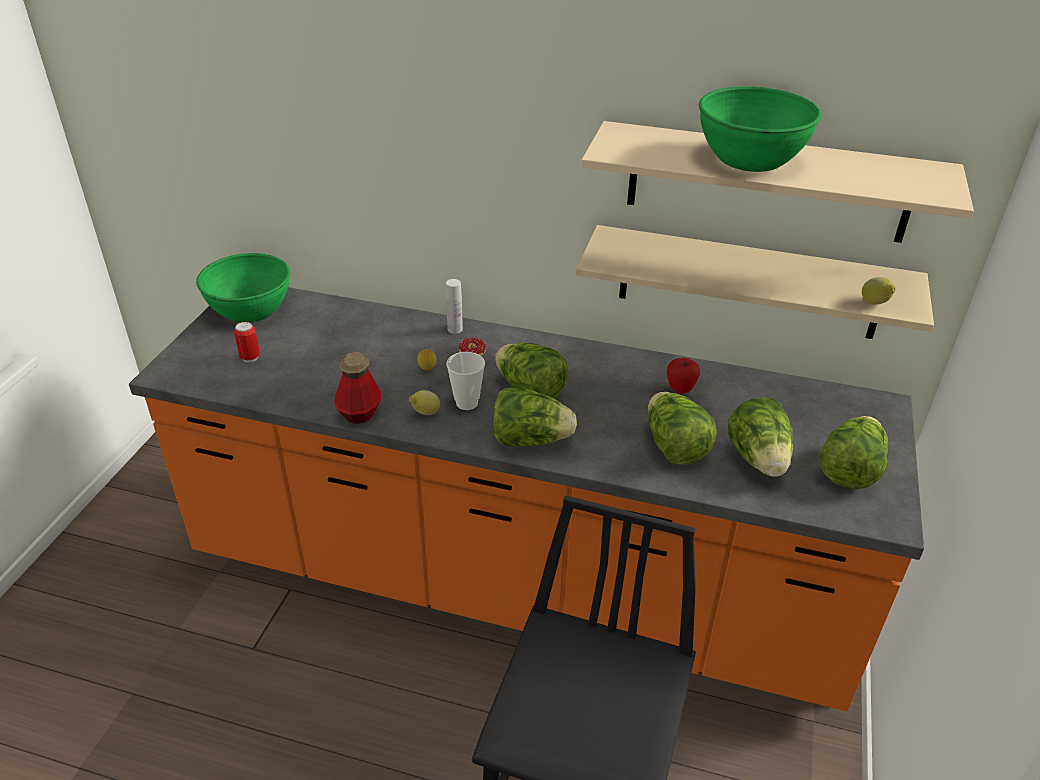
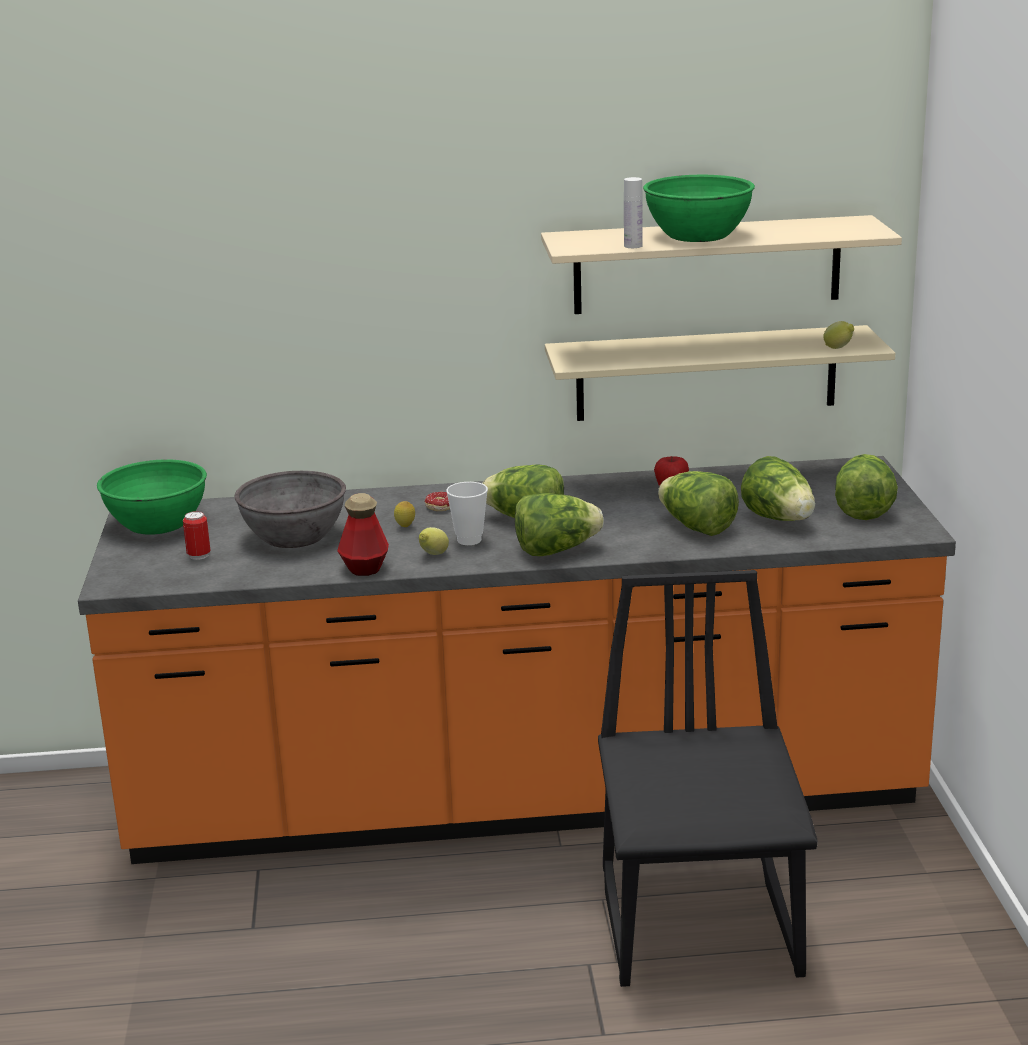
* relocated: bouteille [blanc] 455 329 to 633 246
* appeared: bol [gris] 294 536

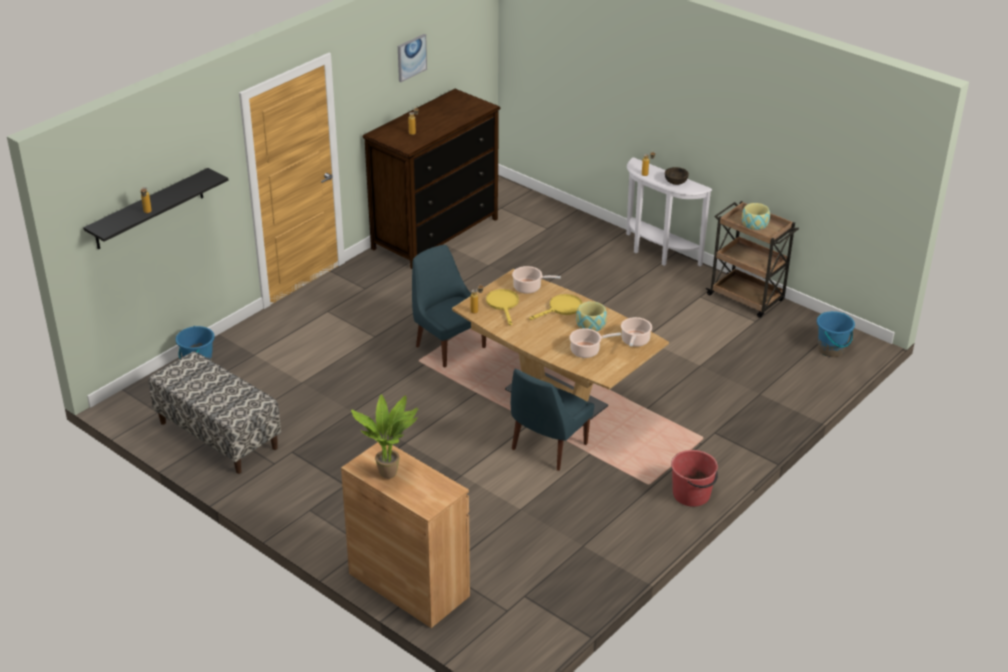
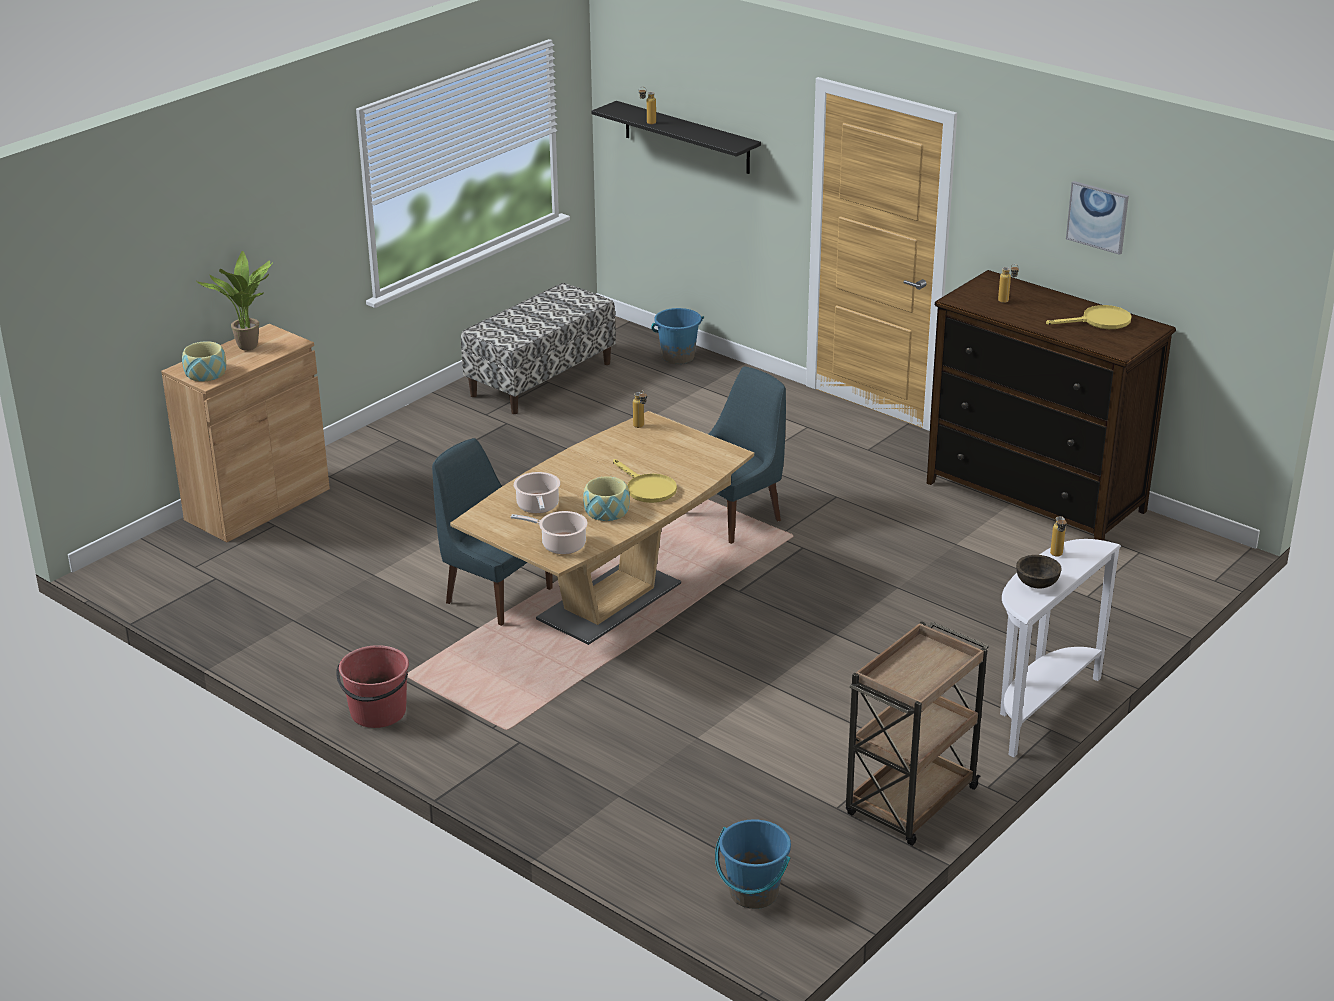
* relocated: poêle [jaune] 503 304 to 1099 321
* missing: marmite 529 288
* relocated: bol 755 223 to 206 373

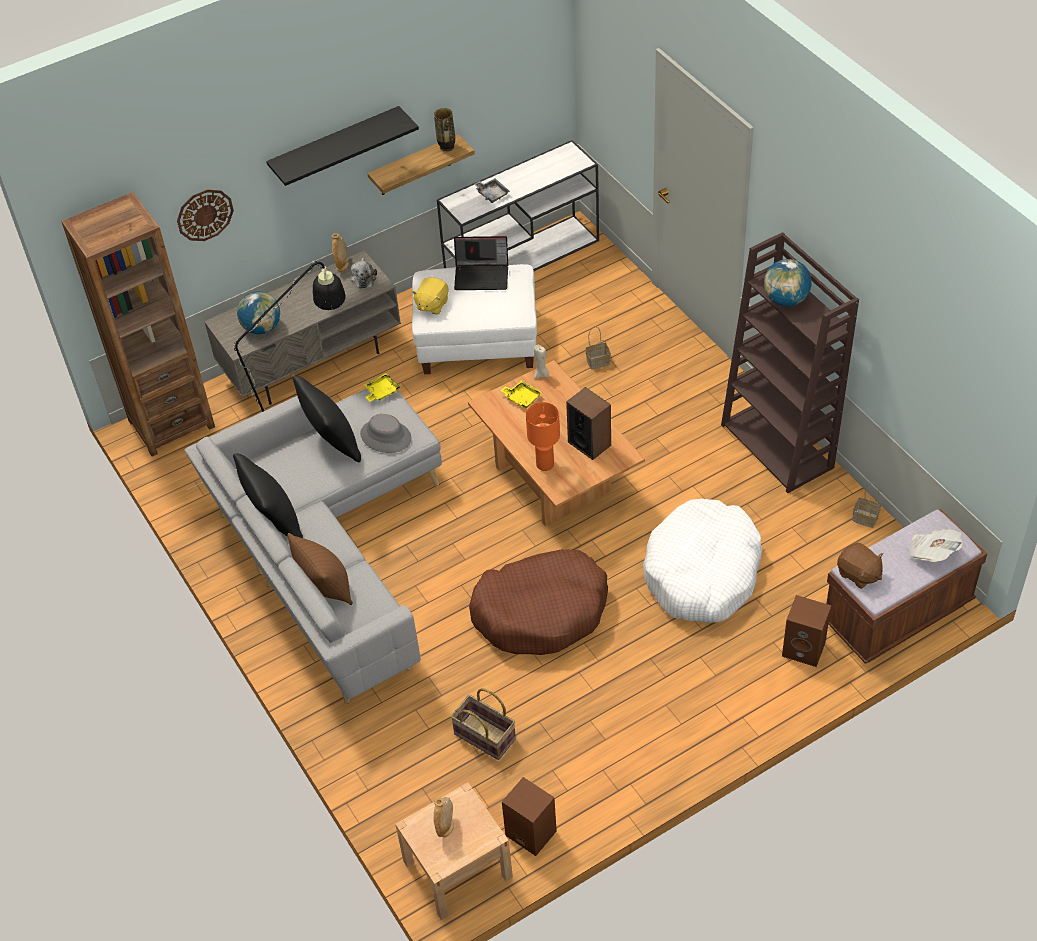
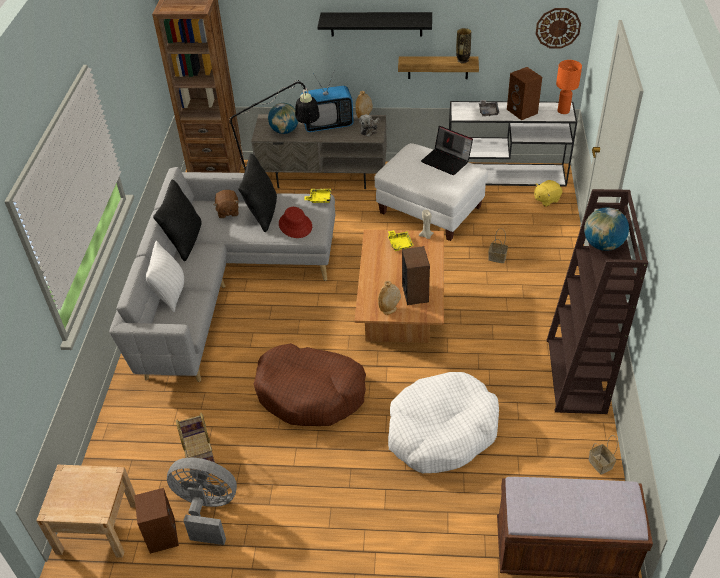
* relocated: horloge murale 204 214 to 558 28
* colour: coussin [marron] 325 587 to coussin [blanc] 170 293
* colour: chapeau [gris] 386 436 to chapeau [rouge] 295 225
* relocated: peluche [jaune] 432 304 to 546 199
* relocated: vase [beige] 445 827 to 389 310
* relocated: lampe de table [orange] 544 465 to 563 111
* relocated: enceinte [marron] 805 649 to 523 111
* relocated: peluche [marron] 858 574 to 228 211
* missing: journal 932 552
* appeared: ventilateur [gris] 207 510
* appeared: téléviseur 328 125

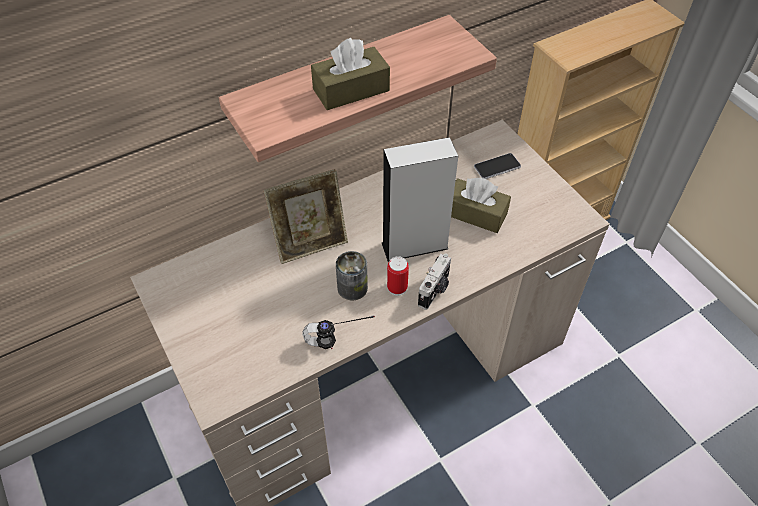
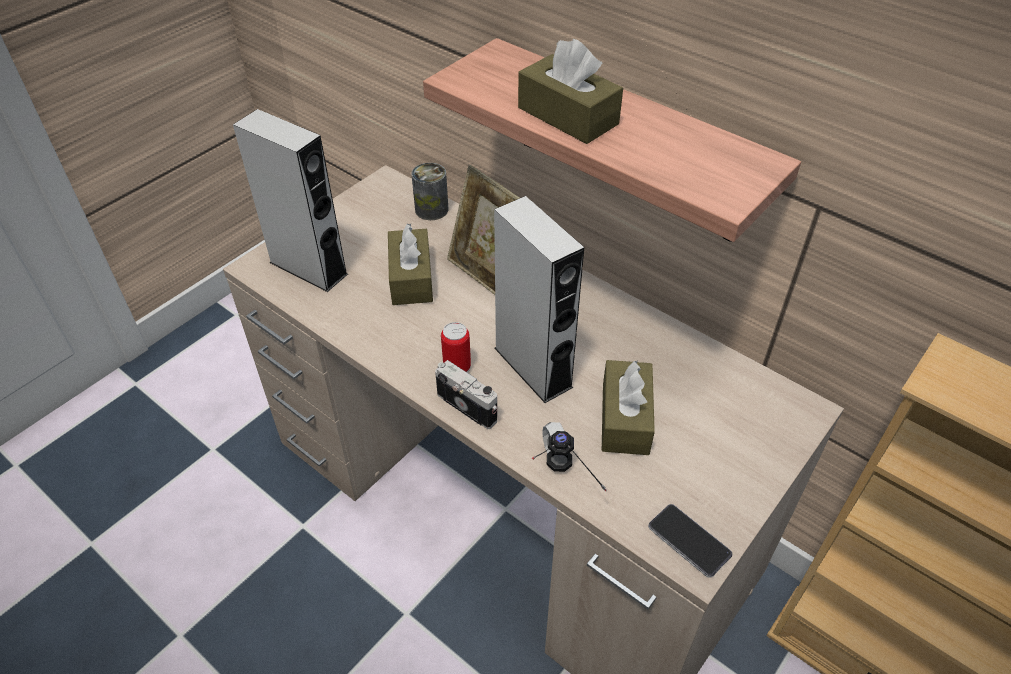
* relocated: casque audio 339 348 to 558 481
* relocated: boîte métallique 352 287 to 431 209
* spun: appareil photo 435 290 = 468 406 150 degrees counterclockwise
* relocated: téléphone 497 167 to 689 541
* appeared: enceinte [gris] 308 268
* appeared: boîte à mouchoirs [marron] 411 278

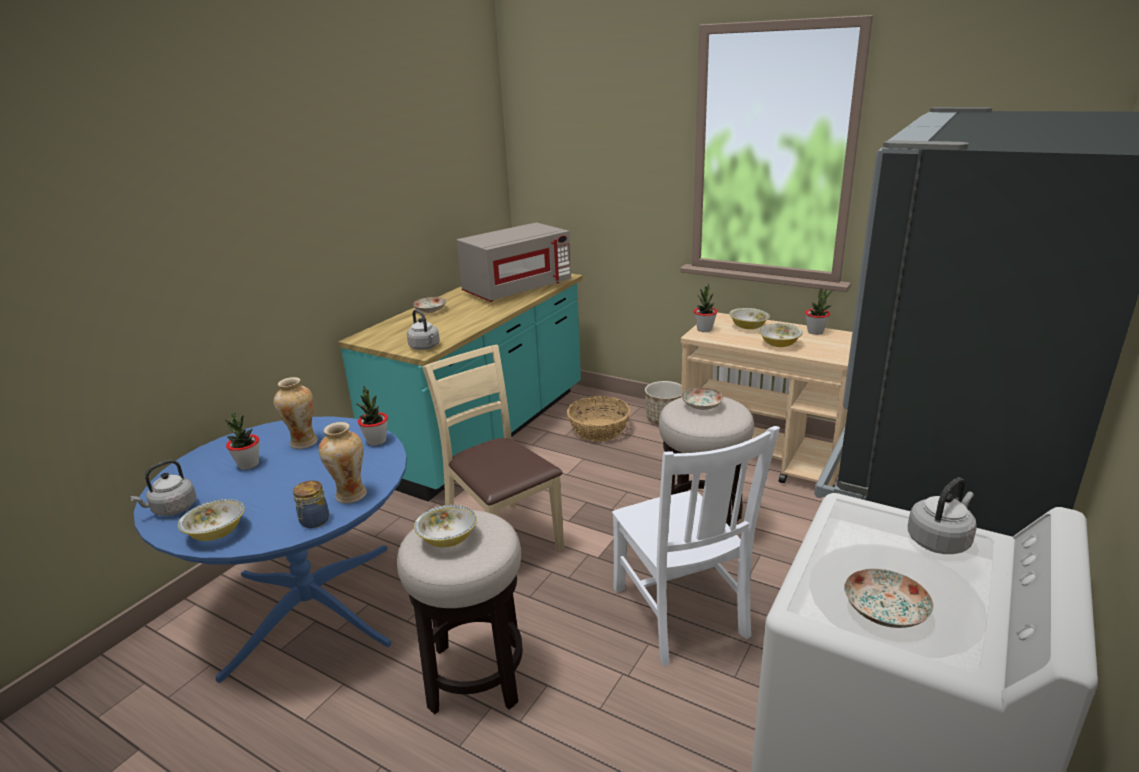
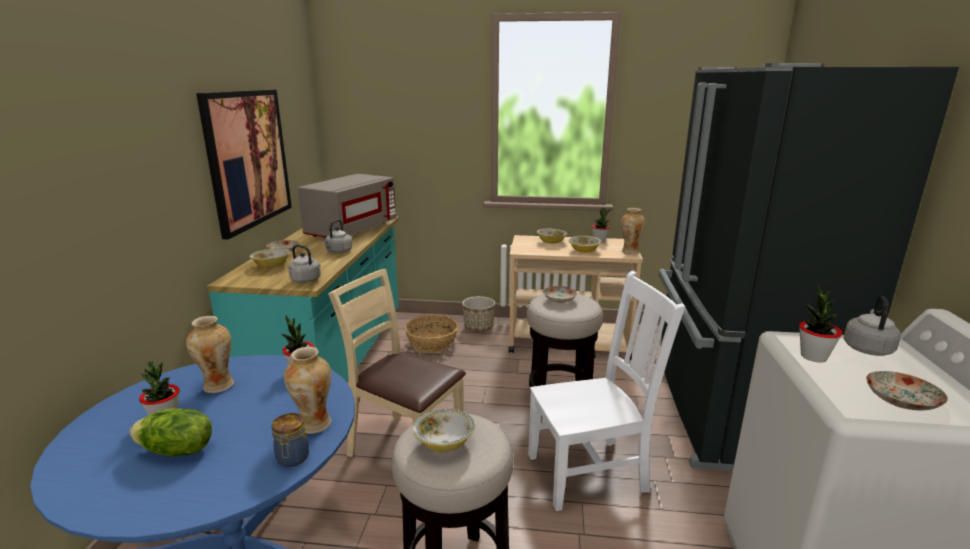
* relocated: bouilloire [gris] 172 509 to 338 252
* relocated: bol 216 533 to 272 266
* spun: chaise [blanc] 681 615 = 590 472 60 degrees counterclockwise
* relocated: plante en pot 704 329 to 813 357
* appeared: laitue 176 451
* appeared: tableau 248 159
* appeared: vase 630 252

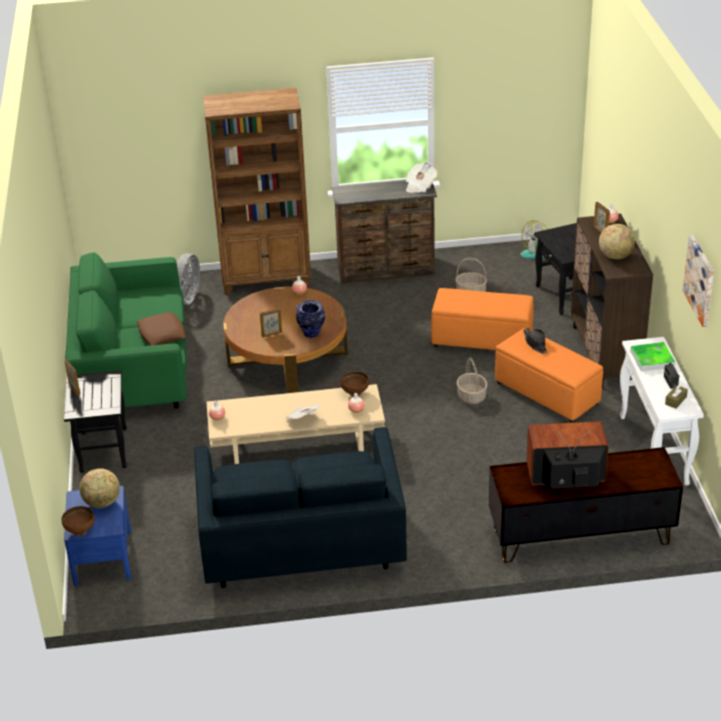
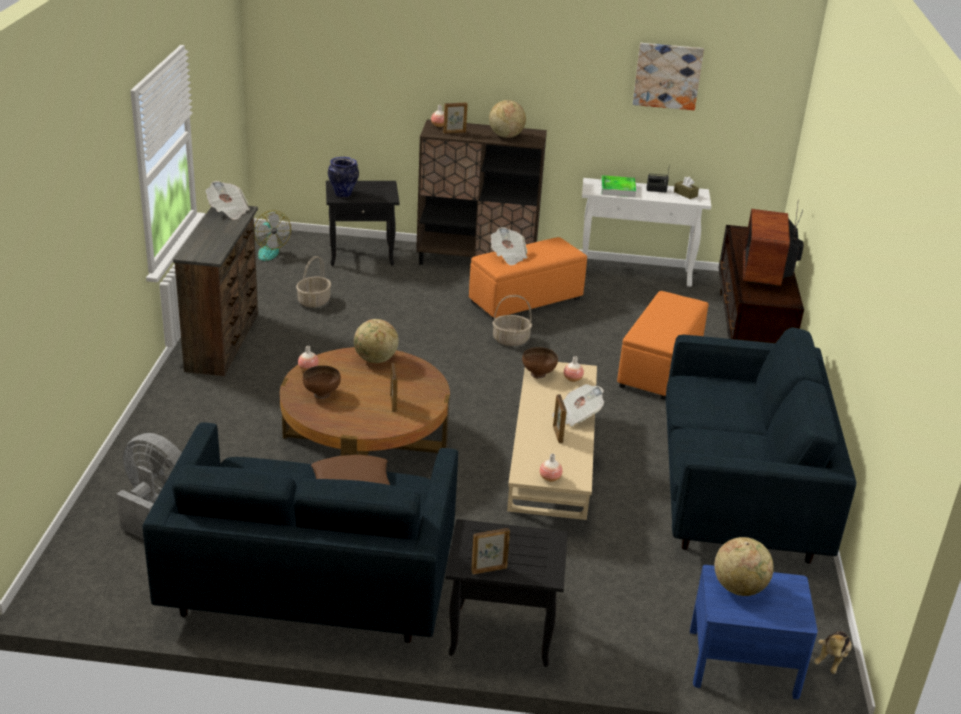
* relocated: bol [marron] 80 531 to 322 394
* colour: canapé [vert] 134 370 to canapé [bleu] 312 581
* missing: bibliothèque [marron] 267 279
* relocated: vase 311 334 to 343 194
* relocated: pouf [orange] 482 340 to 660 367
* exchanged: chapeau [noir] 535 343 to journal 508 256
* appeared: globe 375 360
* appeared: cadre photo 557 435
* appeared: peluche 831 660

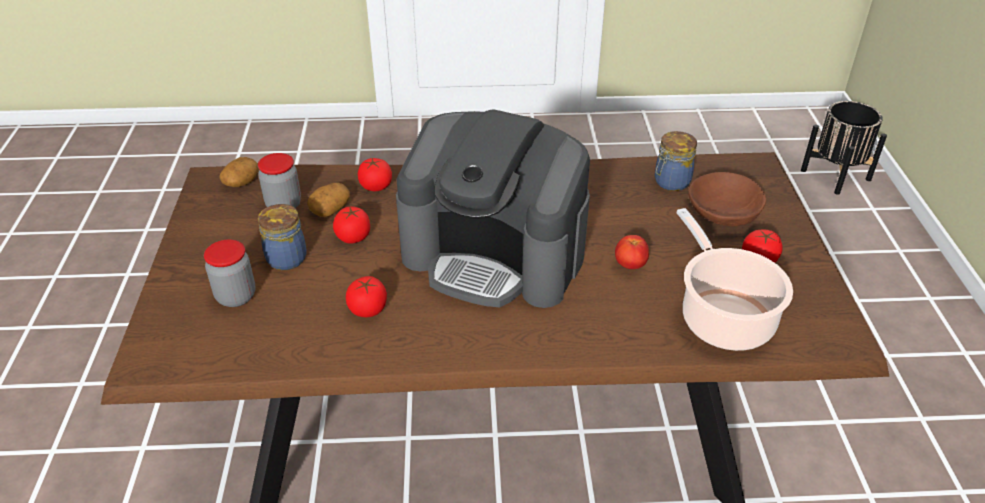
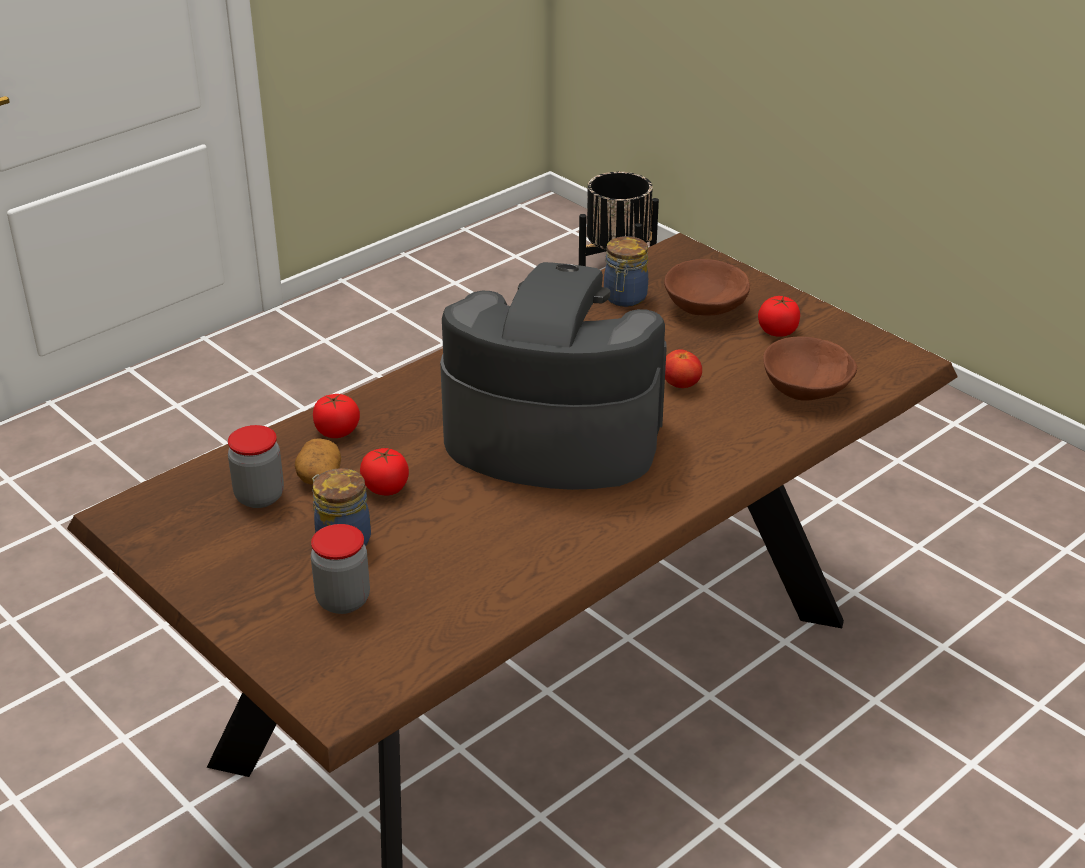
* missing: pomme de terre 241 182
* missing: tomate 368 309
* spun: machine à café 495 255 = 551 435 150 degrees counterclockwise
* exchanged: marmite 723 317 to bol [marron] 805 389

